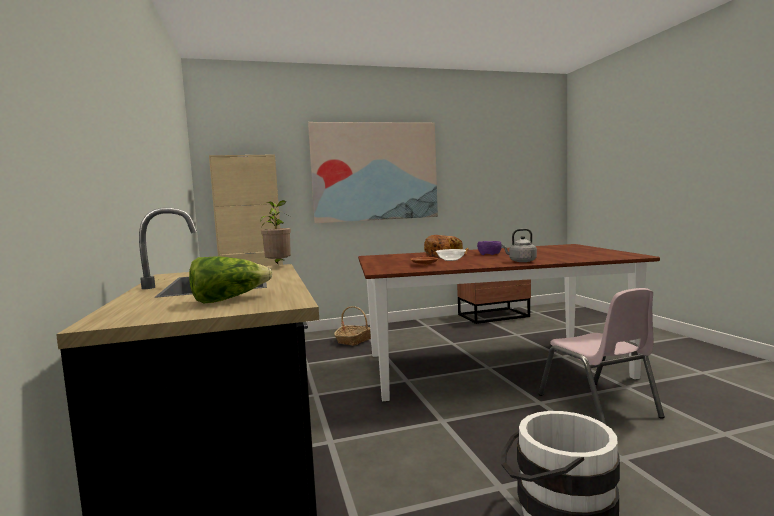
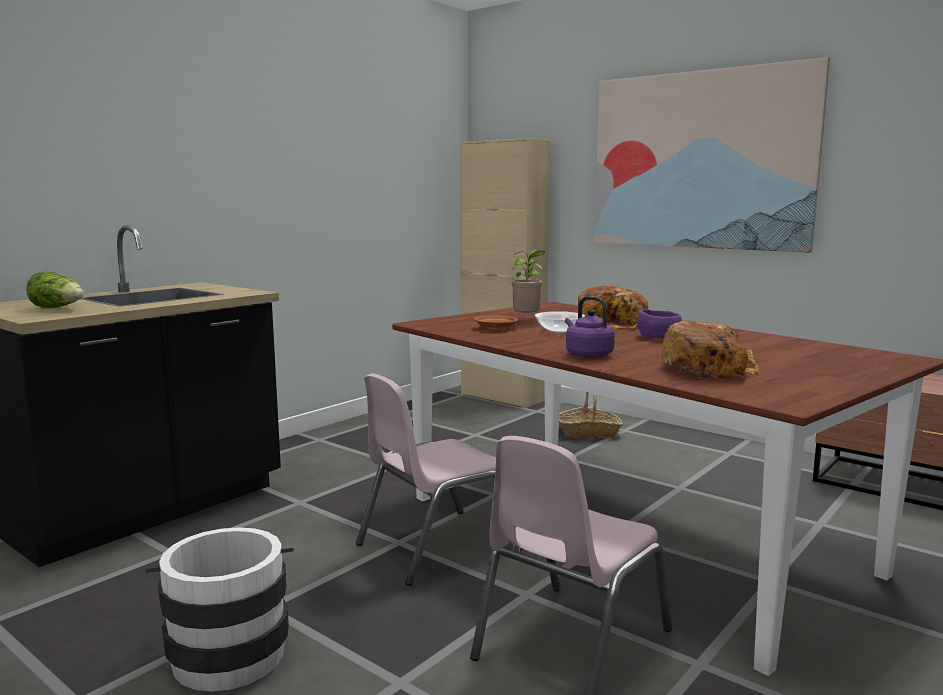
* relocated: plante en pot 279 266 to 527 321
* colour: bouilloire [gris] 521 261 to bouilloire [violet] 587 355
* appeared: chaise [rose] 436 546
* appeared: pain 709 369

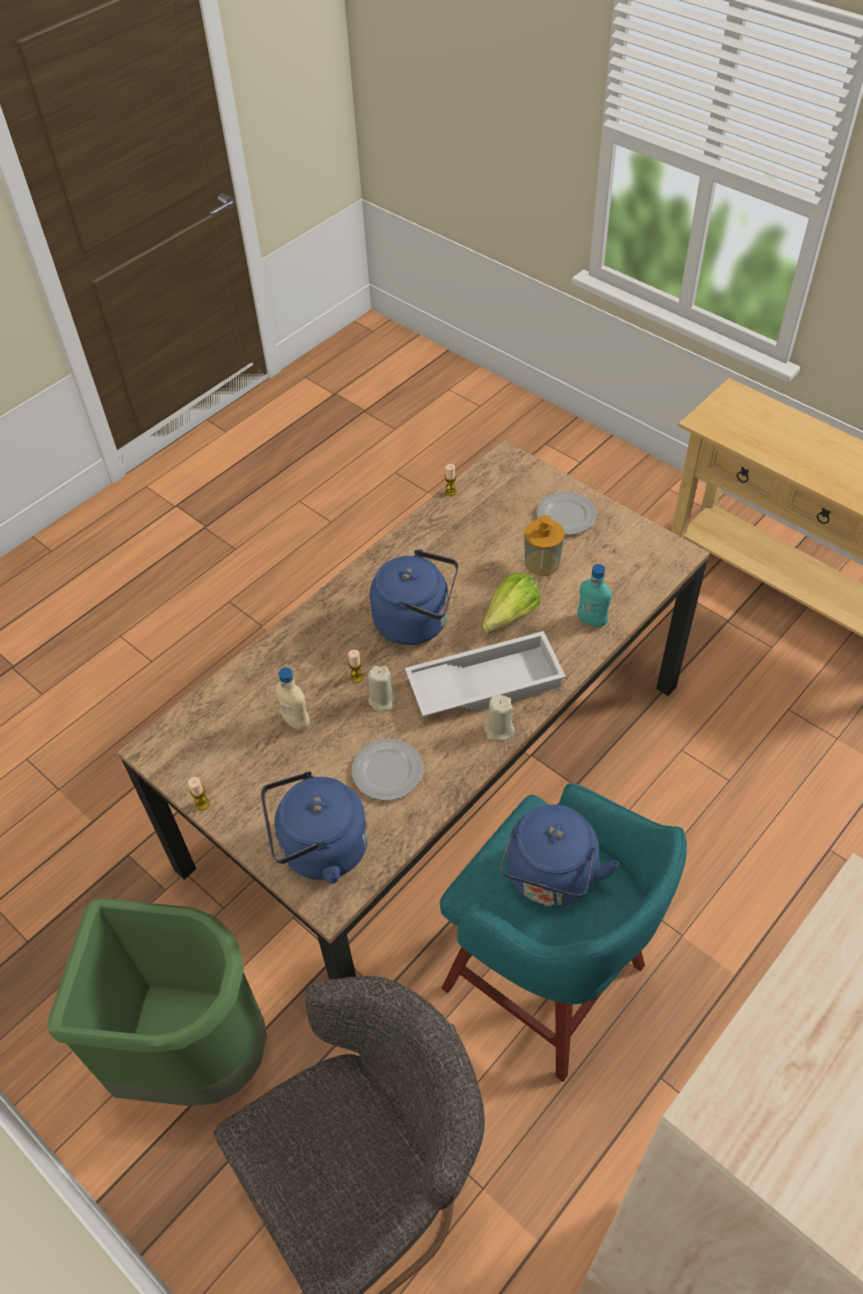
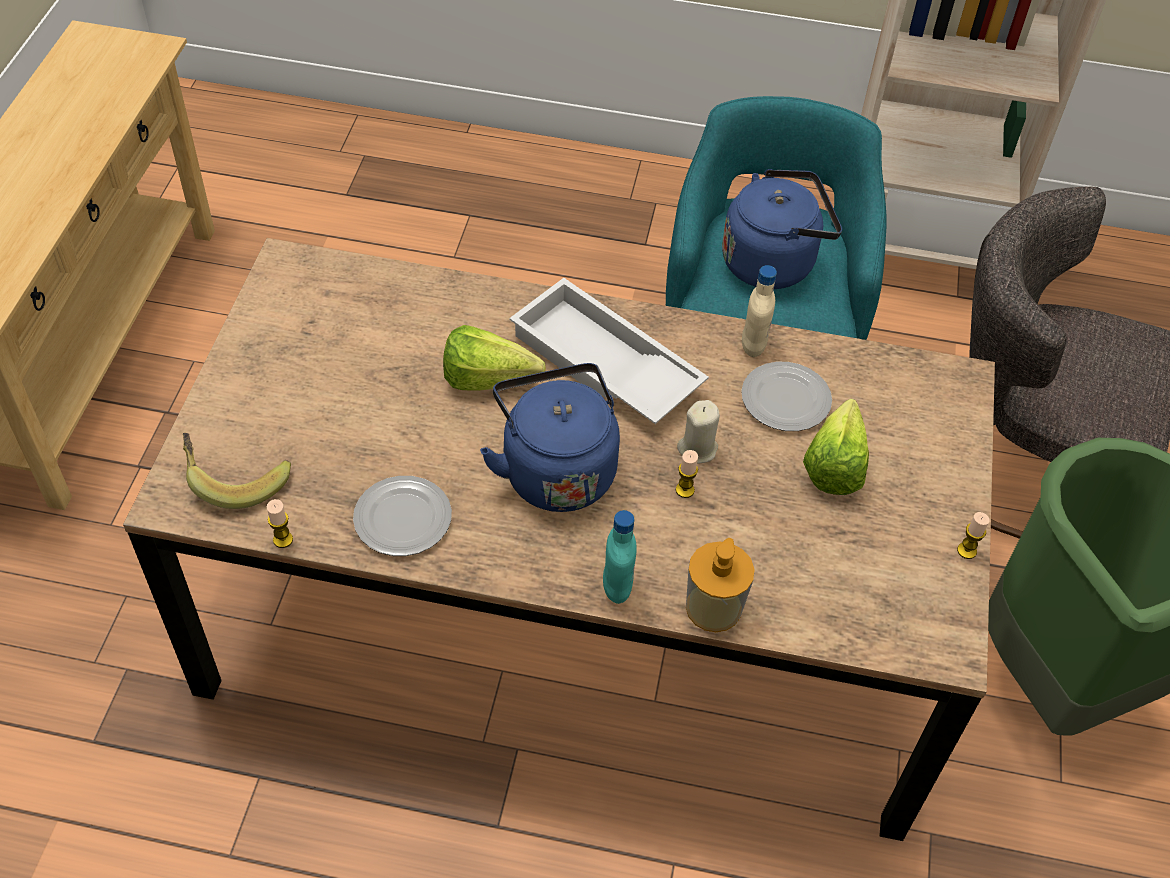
* missing: bouilloire [bleu] 319 849
* relocated: bouteille [beige] 296 722 to 753 345
* missing: bougie [beige] 499 730
* relocated: distributeur de savon 542 563 to 713 607
* relocated: assiette 565 515 to 402 520
* relocated: bouteille [turquoise] 592 620 to 617 587
* appeared: banane 236 479
* appeared: laitue 838 460

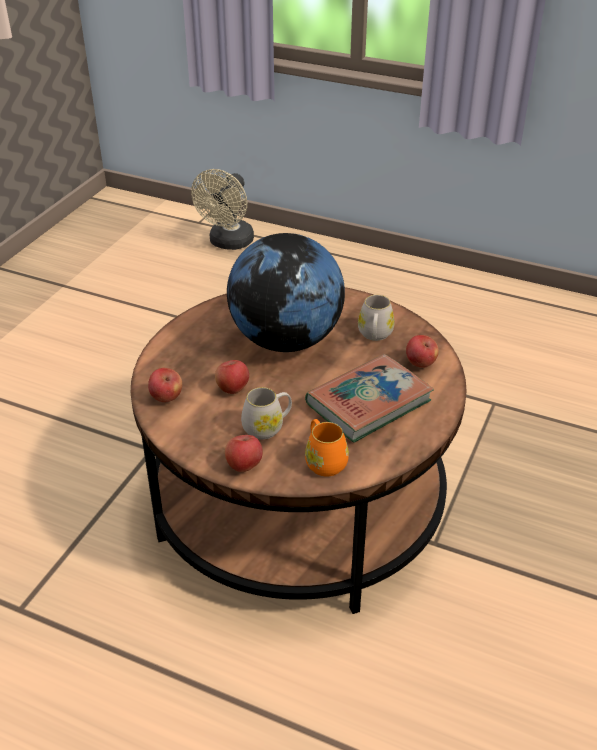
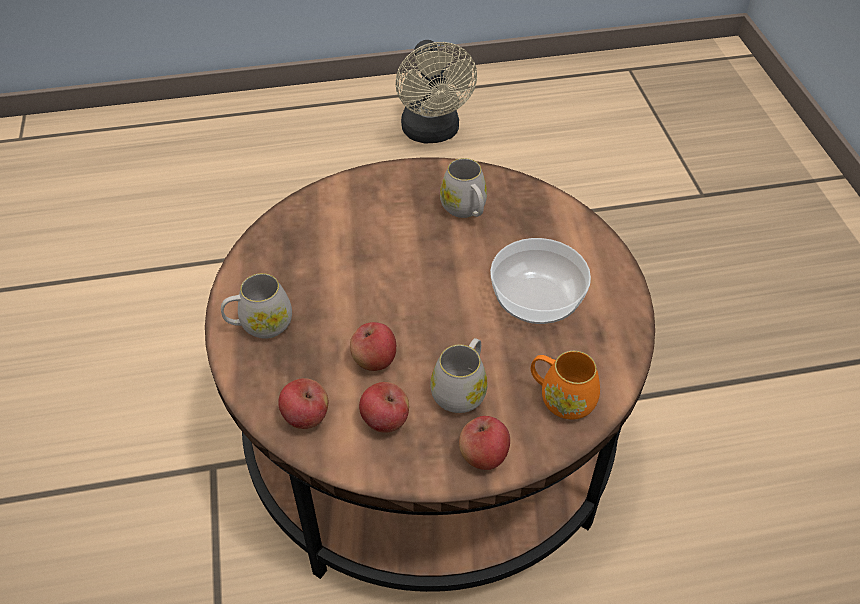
* relocated: ventilateur [beige] 228 243 to 432 133
* missing: globe 286 340
* exchanged: livre 368 403 to bol 538 298
* relocated: pomme 420 363 to 385 420
* appeared: mug [blanc] 260 325

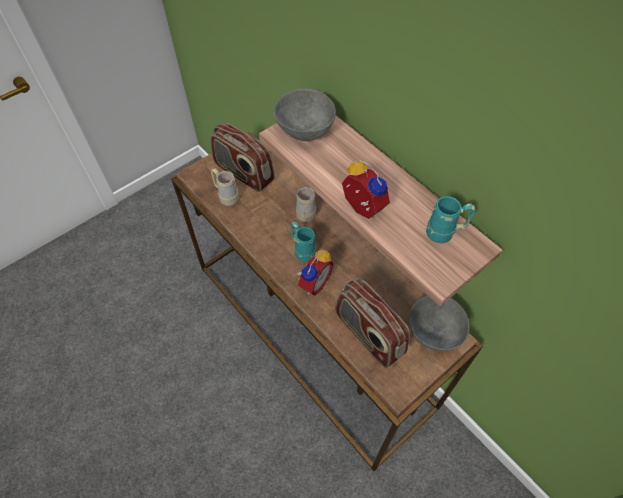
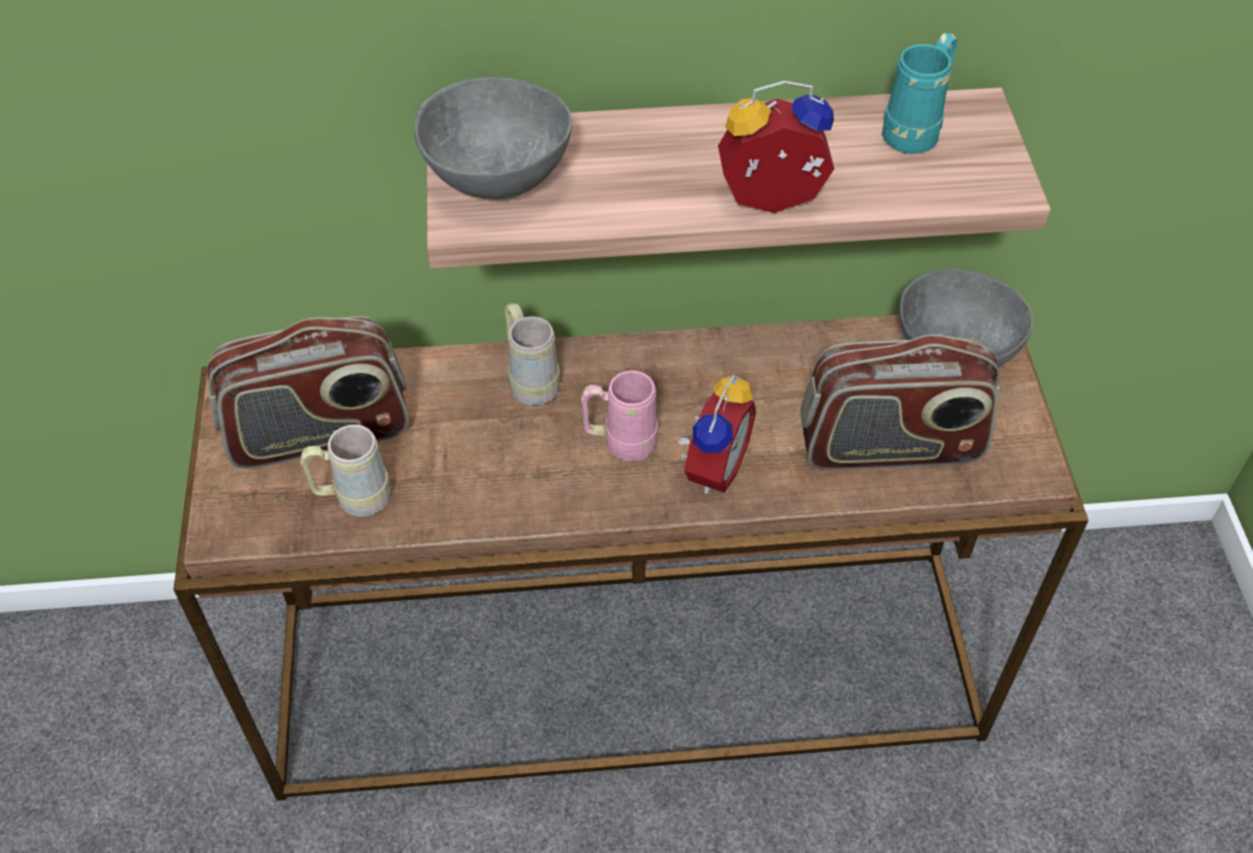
* colour: mug [turquoise] 302 250 to mug [rose] 620 442
* spun: réveil 313 283 = 711 467 45 degrees clockwise

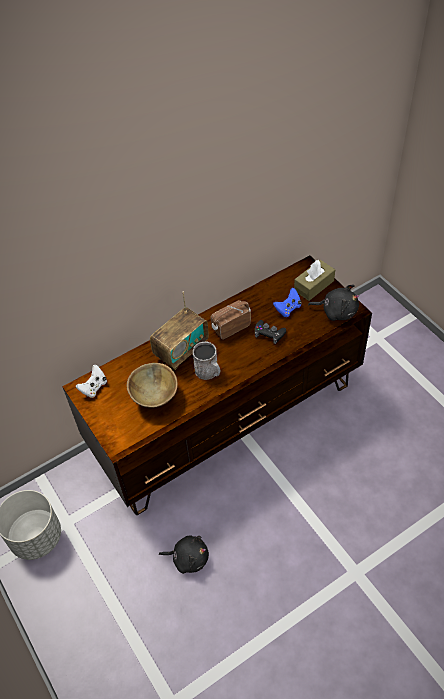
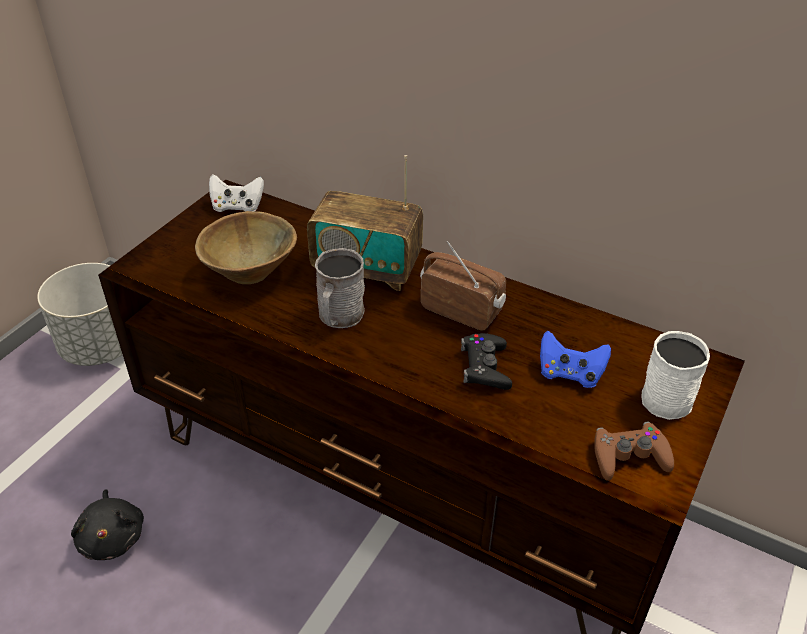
* exchanged: boîte à mouchoirs [marron] 314 285 to mug [blanc] 667 394
* exchanged: peluche [noir] 337 311 to manette [marron] 629 456

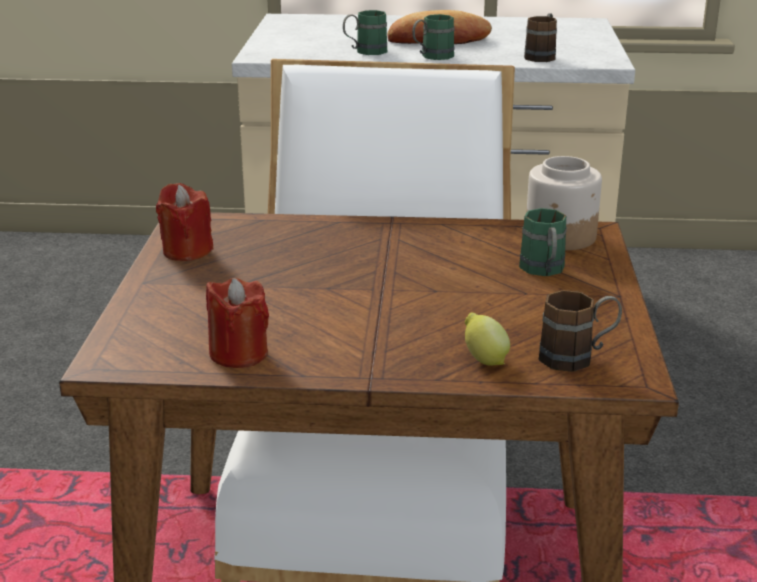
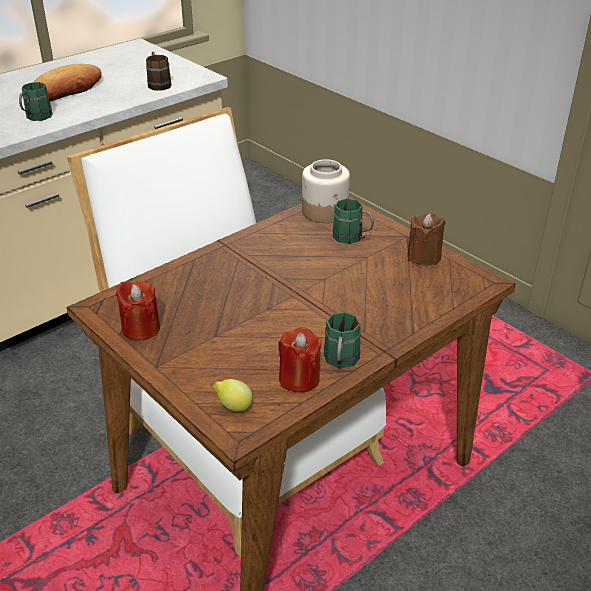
* relocated: mug [vert] 431 57 to 340 362
* relocated: citron 484 359 to 233 407
* missing: mug [marron] 577 357
* appeared: bougie [marron] 424 257

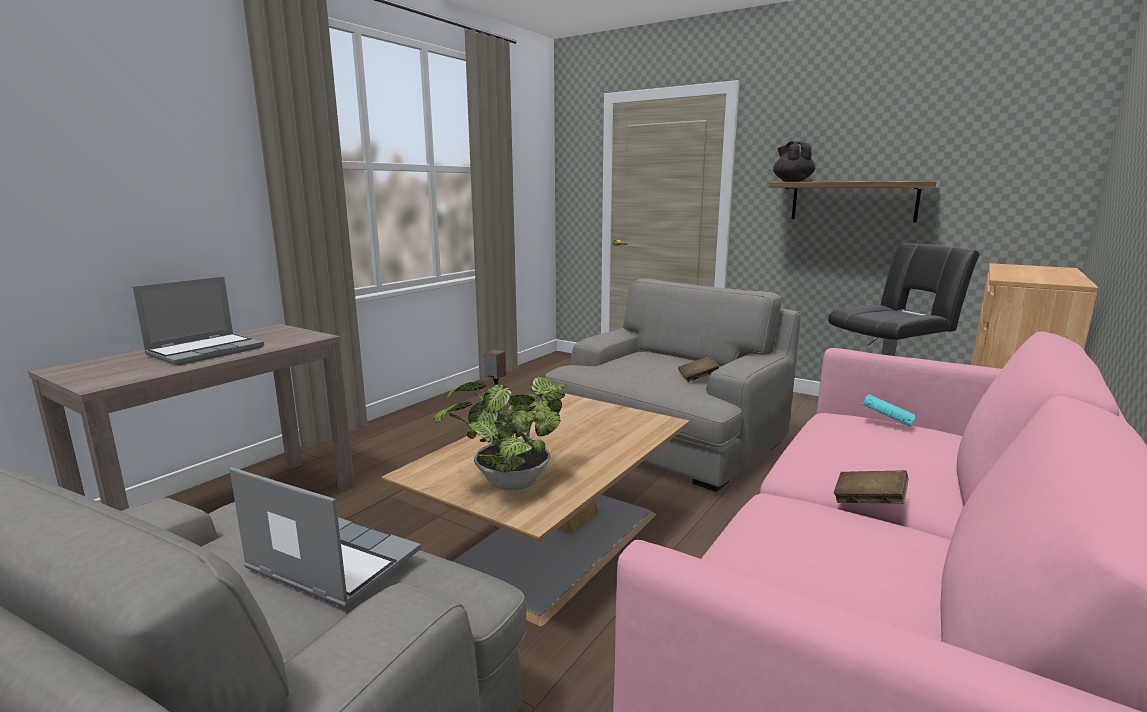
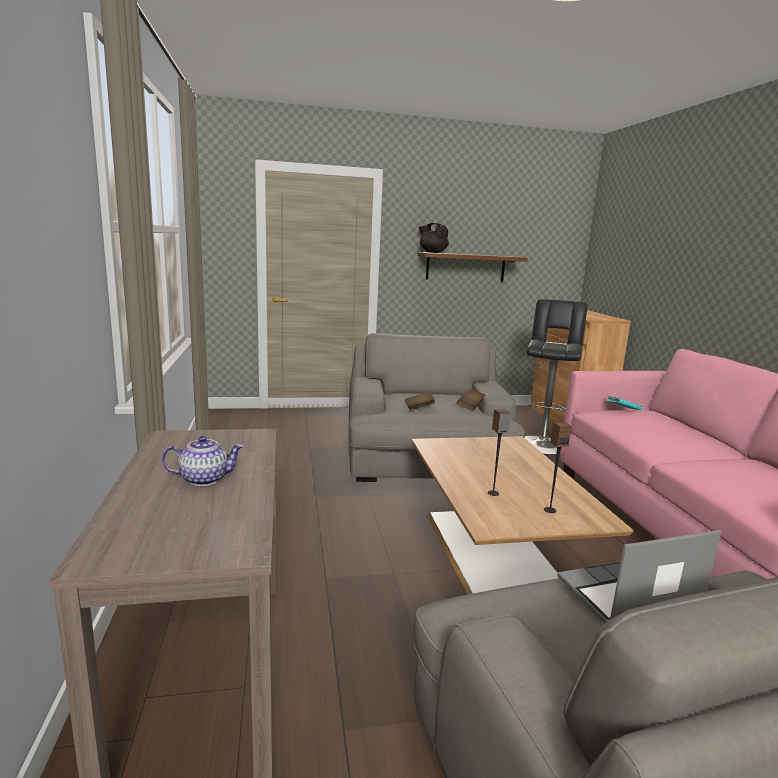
* exchanged: ordinateur portable 207 351 to théière 204 479
* exchanged: plante en pot 507 484 to enceinte 550 510
* relocated: livre [marron] 868 502 to 419 408

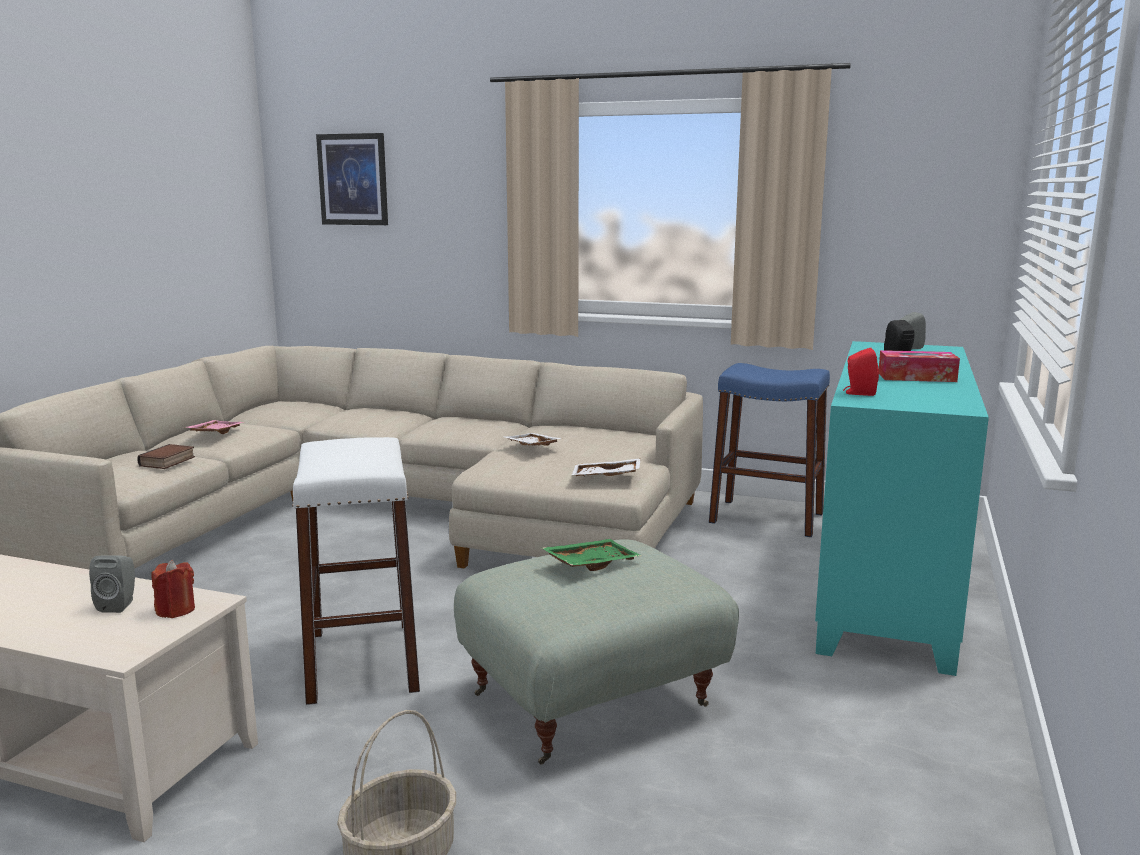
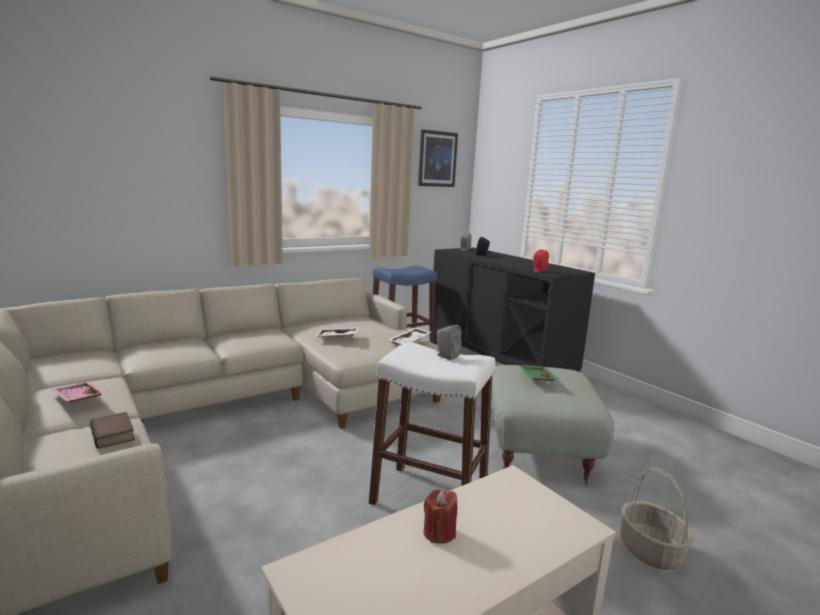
* relocated: enceinte [gris] 119 605 to 446 356
* relocated: bougie [rouge] 175 610 to 439 533
* relocated: tableau 353 179 to 437 159
* colour: meuble de rangement [turquoise] 889 587 to meuble de rangement [noir] 498 361
* missing: boîte à mouchoirs 916 377

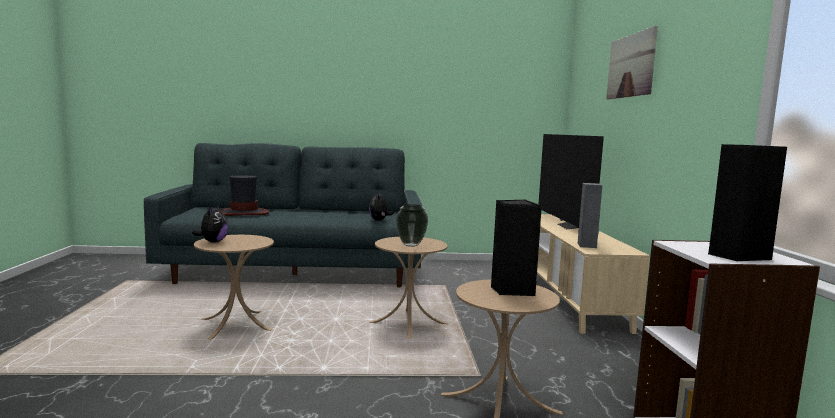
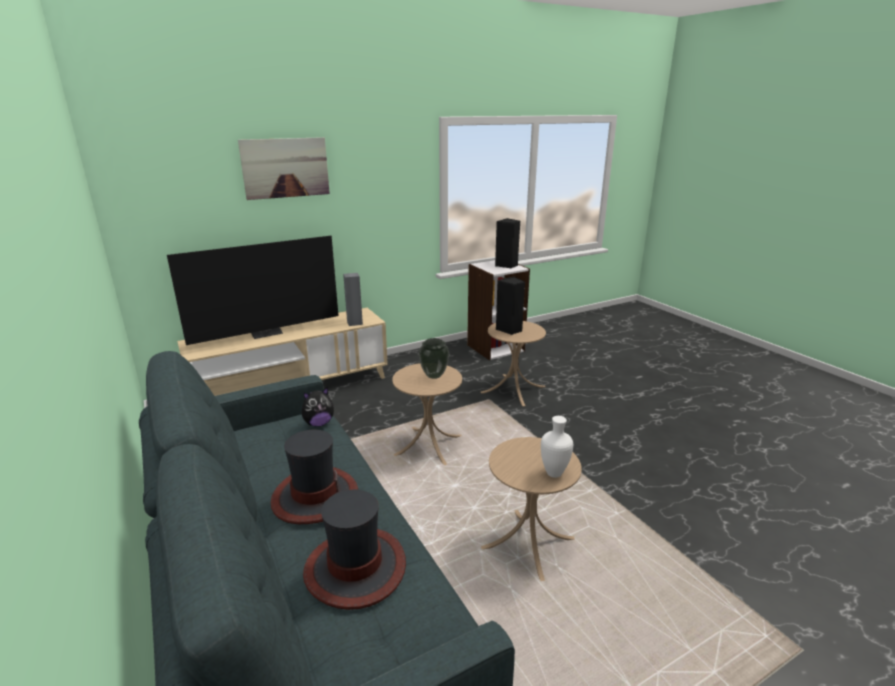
* exchanged: peluche 213 242 to vase [blanc] 553 474
* appeared: chapeau 314 497

